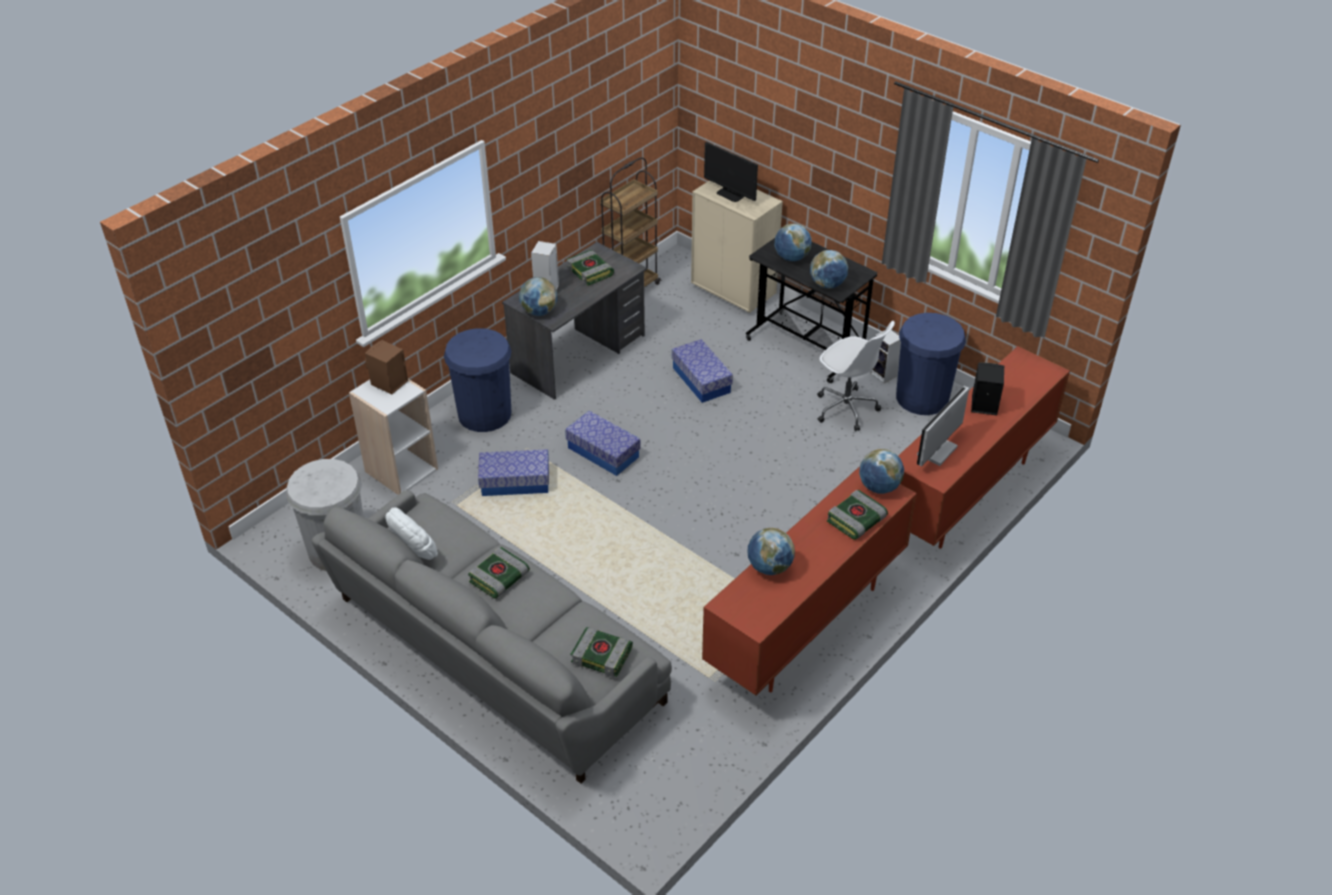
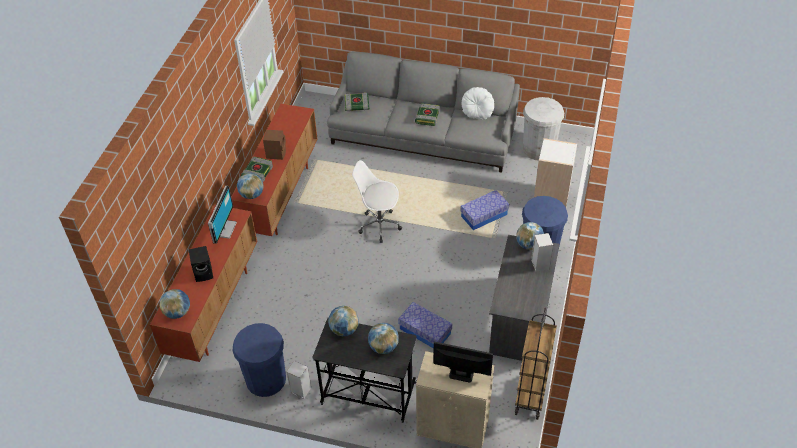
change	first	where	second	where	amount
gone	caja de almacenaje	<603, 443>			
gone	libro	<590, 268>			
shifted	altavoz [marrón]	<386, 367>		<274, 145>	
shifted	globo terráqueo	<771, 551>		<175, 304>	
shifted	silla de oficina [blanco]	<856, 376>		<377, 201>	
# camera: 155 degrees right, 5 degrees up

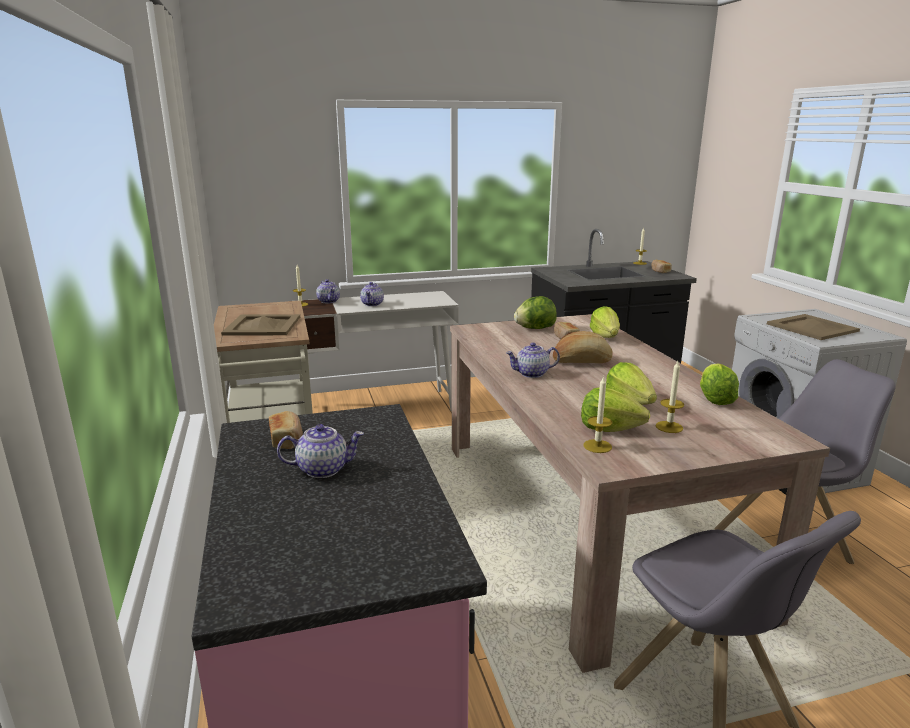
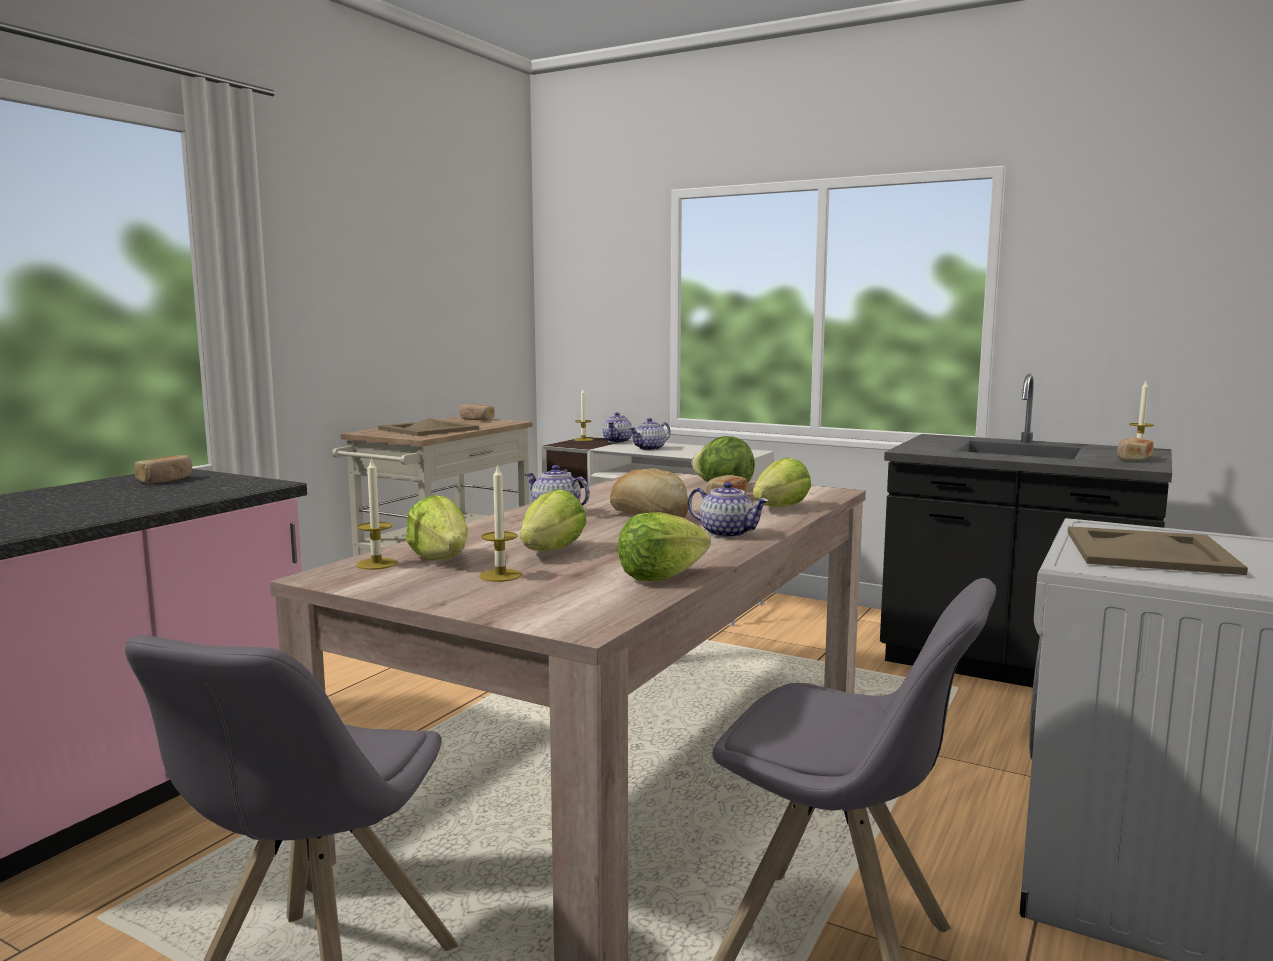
change	first	where	second	where	amount
new			pan	<477, 412>	
shifted	tetera	<320, 451>		<728, 510>	
# camera: 45 degrees right, 10 degrees down

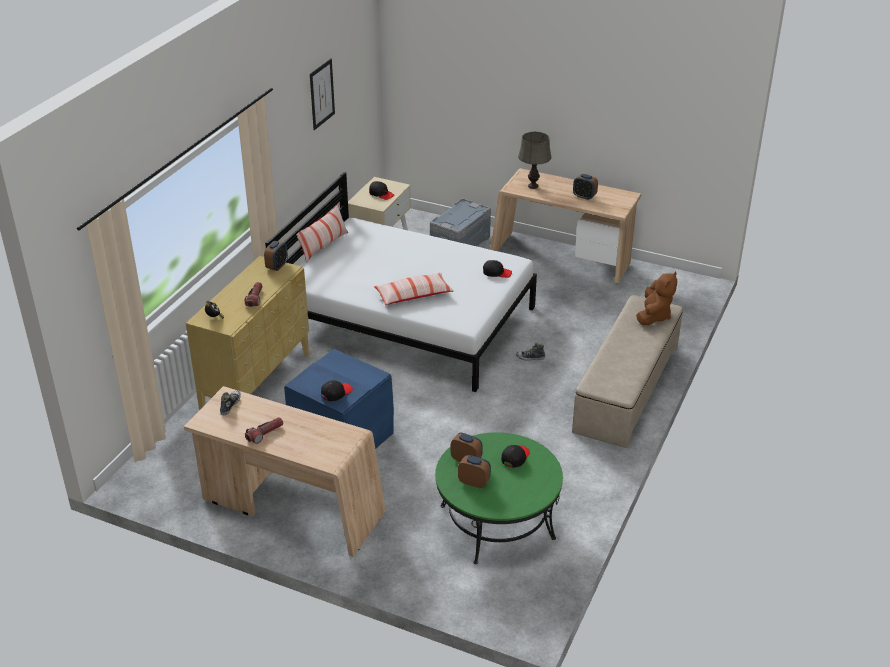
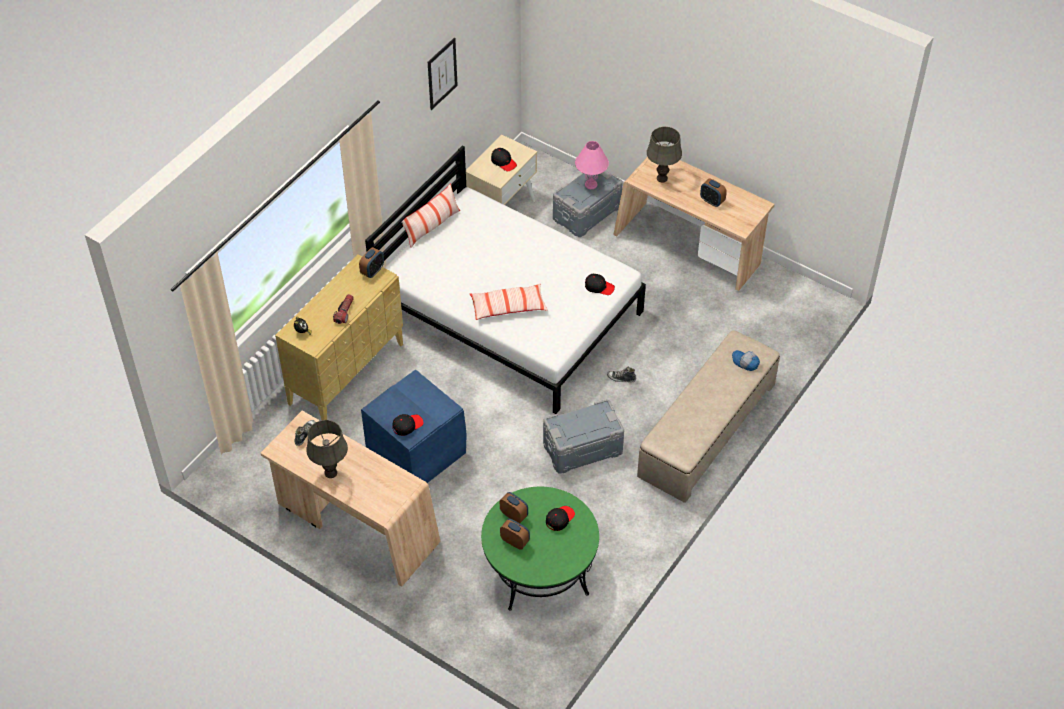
change	first	where	second	where	amount
new			caja de almacenaje [gris]	<583, 436>	
new			lámpara de mesa [rosa]	<592, 165>	
swapped	linterna	<264, 430>	lámpara de mesa [gris]	<327, 449>	
swapped	peluche [marrón]	<656, 298>	gorra	<746, 360>	
# camera: 10 degrees right, 15 degrees up

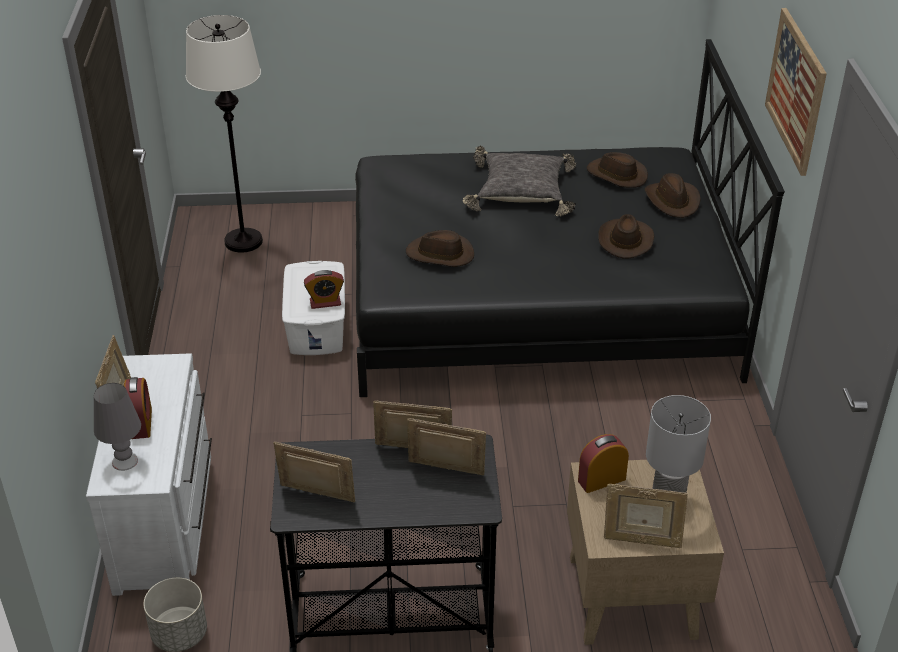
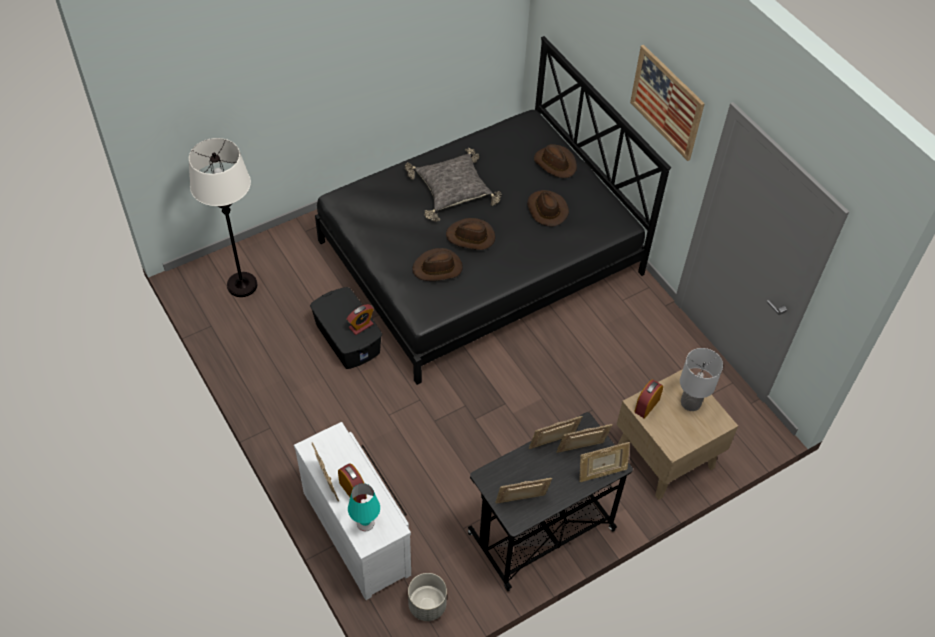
change	first	where	second	where	amount
shifted	sombrero [marrón]	<617, 170>		<470, 234>	
shifted	portarretratos	<646, 516>		<604, 462>	
repainted	lámpara de mesa [gris]	<117, 427>	lámpara de mesa [turquesa]	<364, 507>	
repainted	caja de almacenaje [blanco]	<313, 308>	caja de almacenaje [negro]	<346, 328>	
# camera: 30 degrees left, 15 degrees up

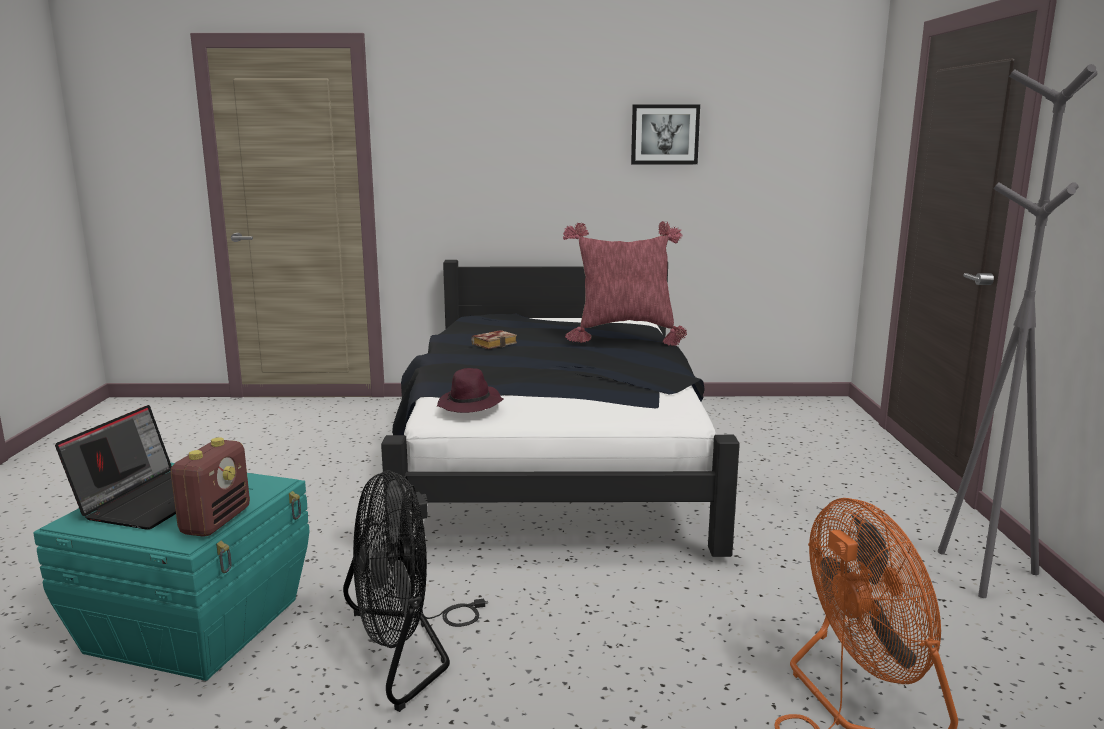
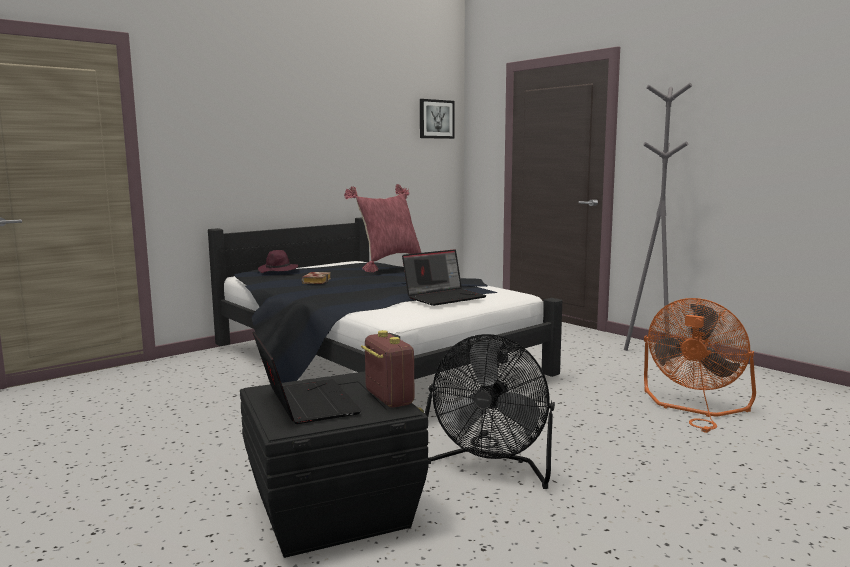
change	first	where	second	where	amount
new			portátil	<444, 277>	
shifted	sombrero [morado]	<470, 390>		<278, 261>	
shifted	cuadro	<665, 134>		<437, 119>	
repainted	caja de almacenaje [turquesa]	<171, 571>	caja de almacenaje [negro]	<334, 464>	
# camera: 40 degrees left, 5 degrees down

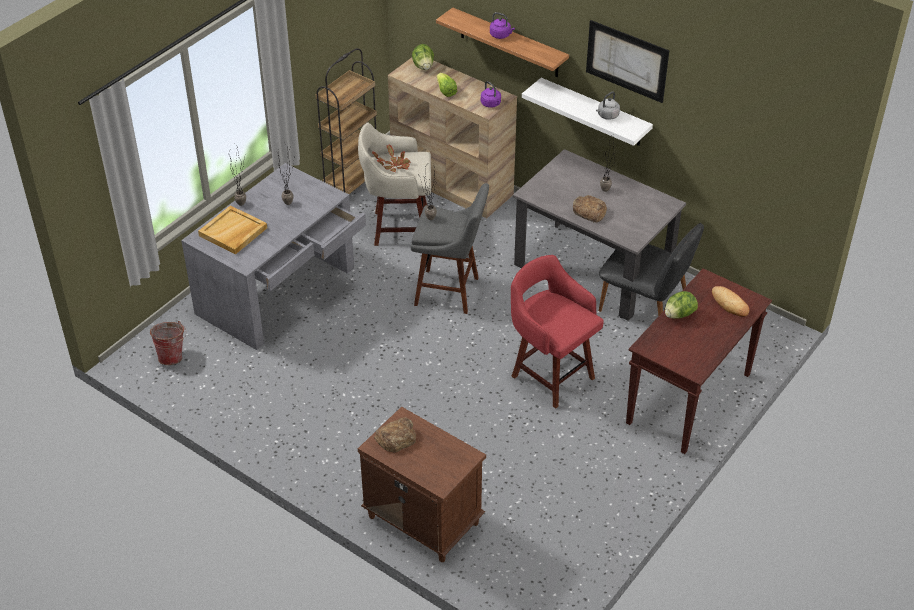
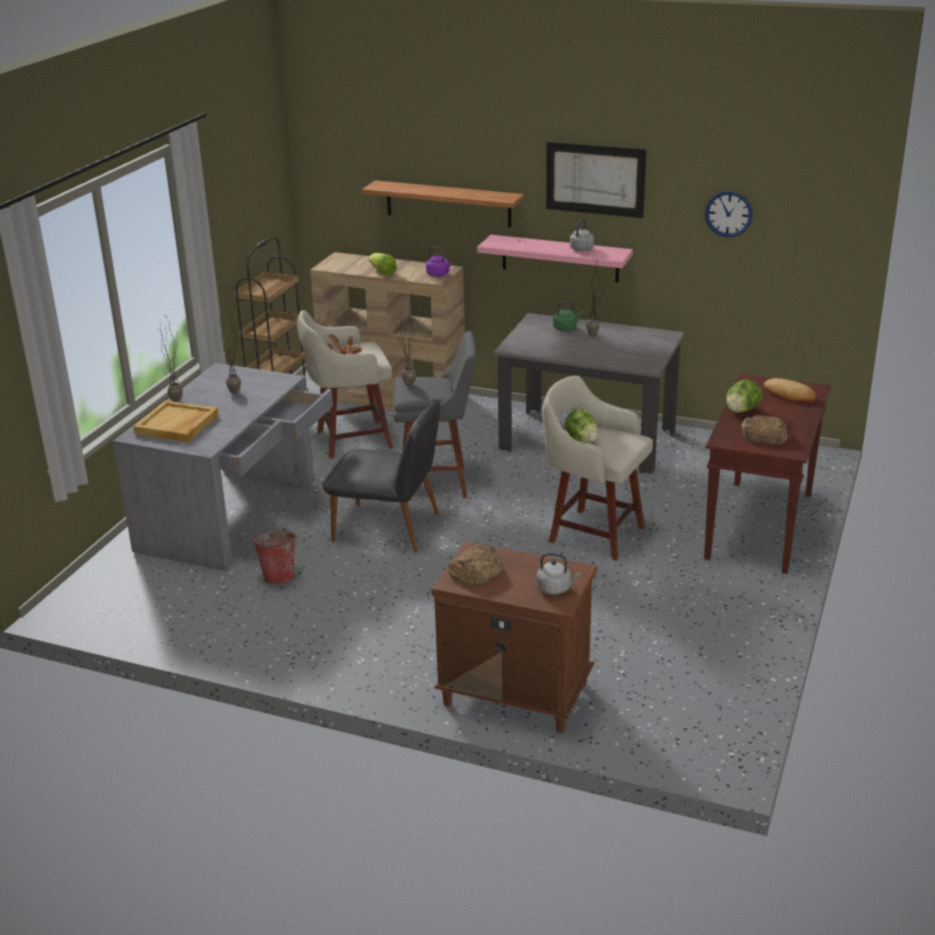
change	first	where	second	where	amount
gone	hervidor [morado]	<502, 25>			
new			hervidor [gris]	<558, 574>	
new			hervidor [verde]	<568, 316>	
new			reloj de pared	<729, 214>	
shifted	cubo	<168, 343>		<275, 556>	
shifted	lechuga	<423, 57>		<581, 426>	
shifted	pan	<590, 209>		<764, 430>	
shifted	silla [negro]	<651, 269>		<381, 476>	
repainted	taburete [rojo]	<557, 332>	taburete [beis]	<597, 468>	
repainted	estante [blanco]	<587, 112>	estante [rosa]	<555, 258>	
# camera: 15 degrees left, 15 degrees down

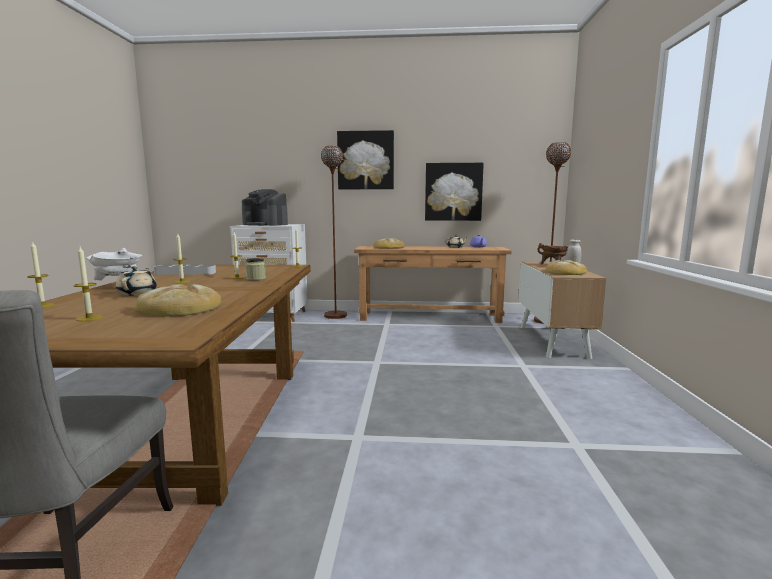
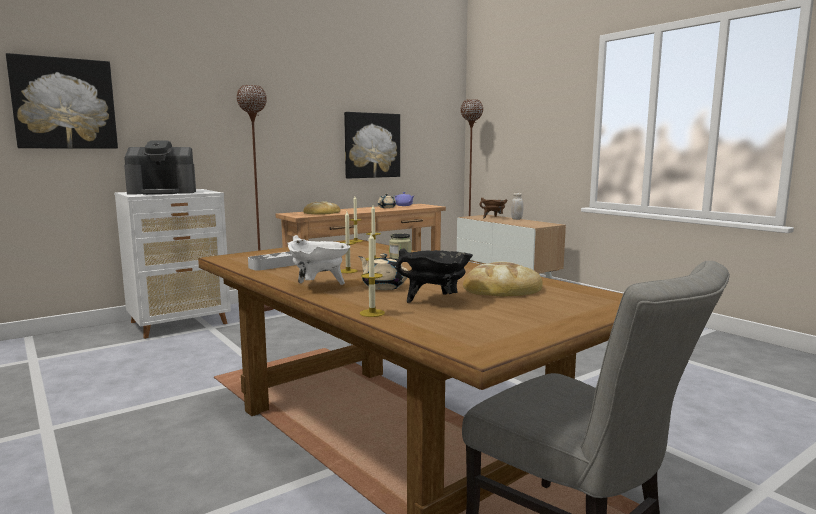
change	first	where	second	where	amount
gone	vela	<88, 284>			
gone	pan	<566, 267>			
new			olla [negro]	<434, 275>	
shifted	cuadro	<365, 159>		<62, 101>	
# camera: 40 degrees left, 0 degrees up

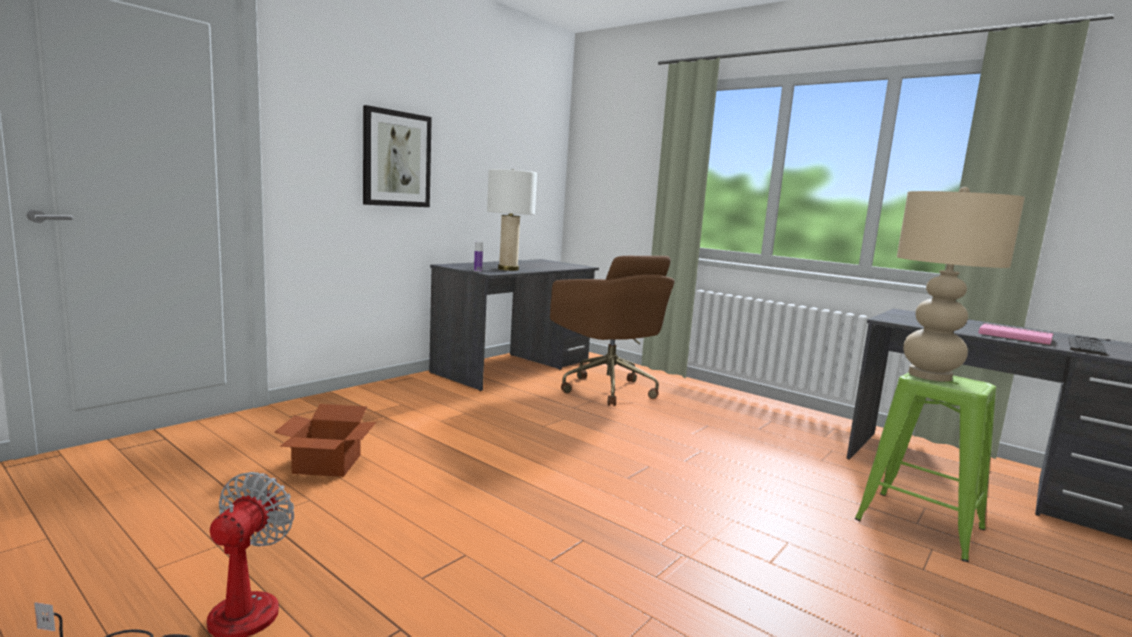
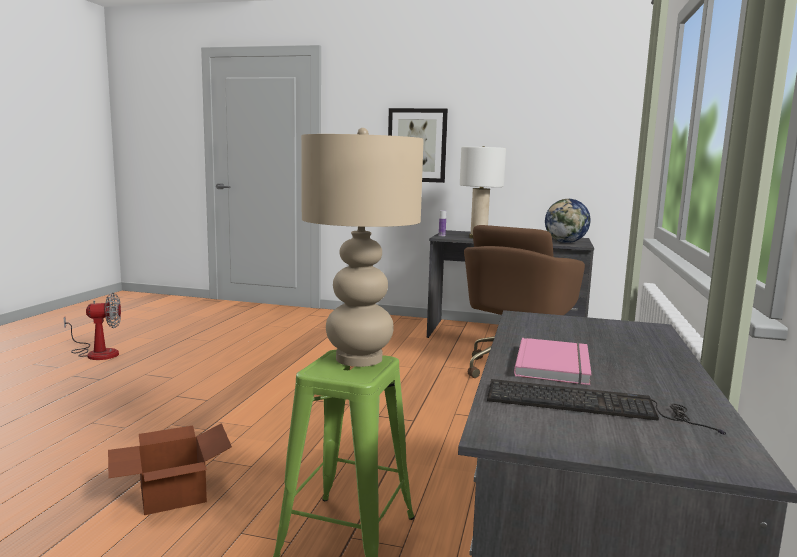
change	first	where	second	where	amount
new			globo terráqueo	<568, 221>	
shifted	caja de cartón	<325, 440>		<170, 469>	
# camera: 65 degrees right, 0 degrees up

